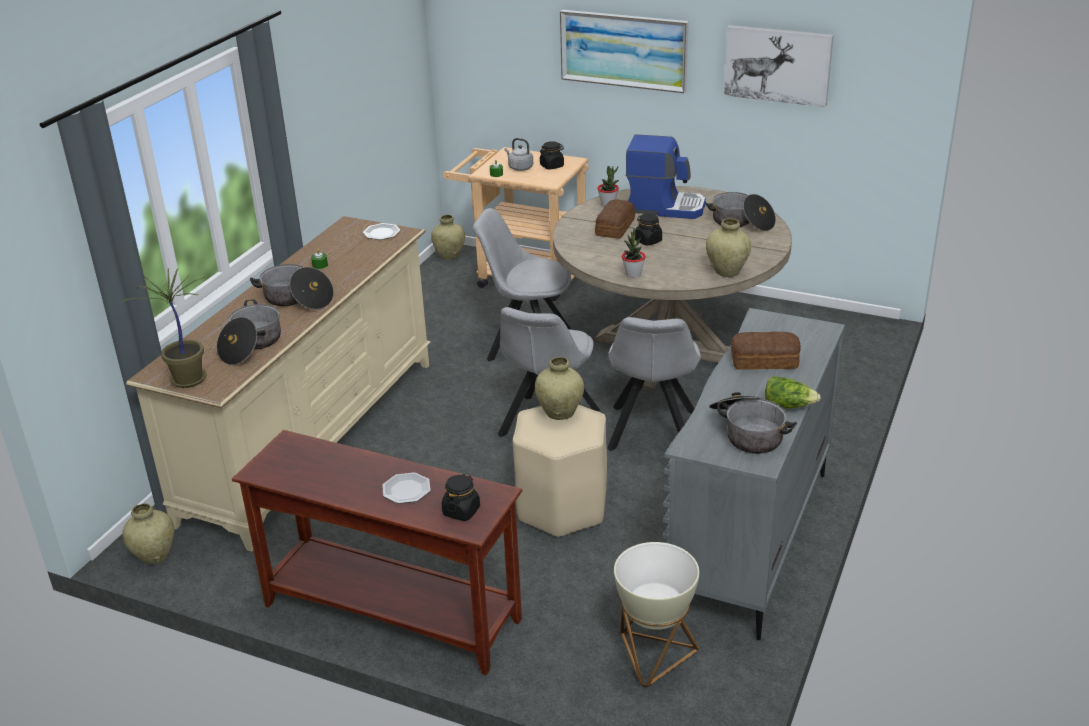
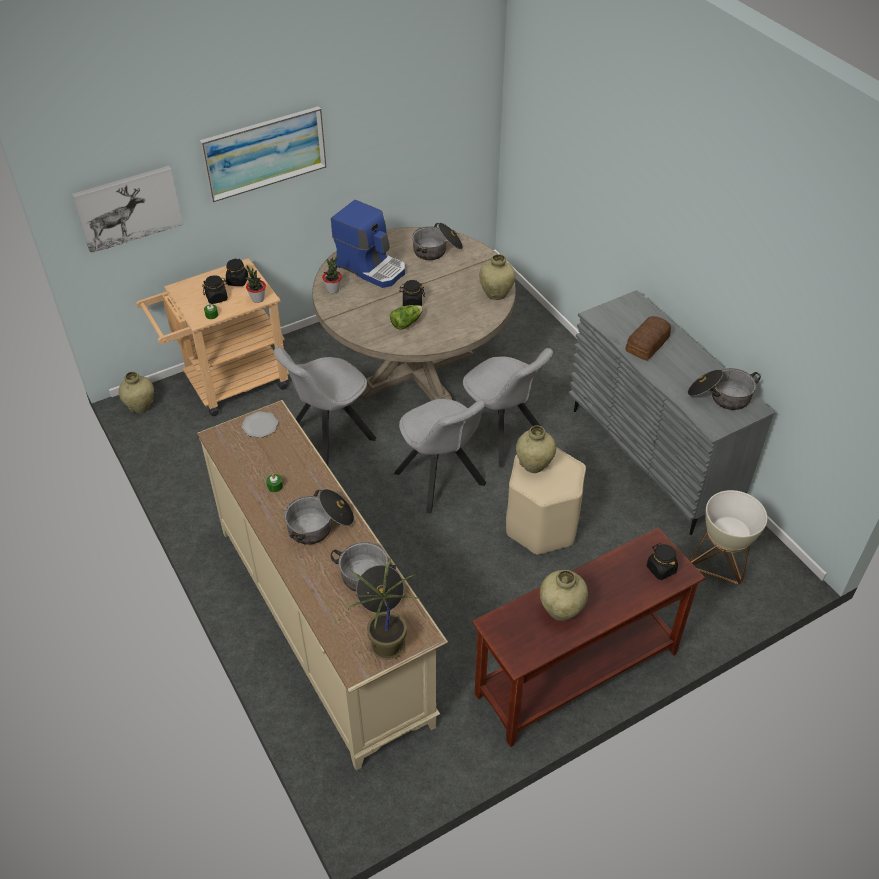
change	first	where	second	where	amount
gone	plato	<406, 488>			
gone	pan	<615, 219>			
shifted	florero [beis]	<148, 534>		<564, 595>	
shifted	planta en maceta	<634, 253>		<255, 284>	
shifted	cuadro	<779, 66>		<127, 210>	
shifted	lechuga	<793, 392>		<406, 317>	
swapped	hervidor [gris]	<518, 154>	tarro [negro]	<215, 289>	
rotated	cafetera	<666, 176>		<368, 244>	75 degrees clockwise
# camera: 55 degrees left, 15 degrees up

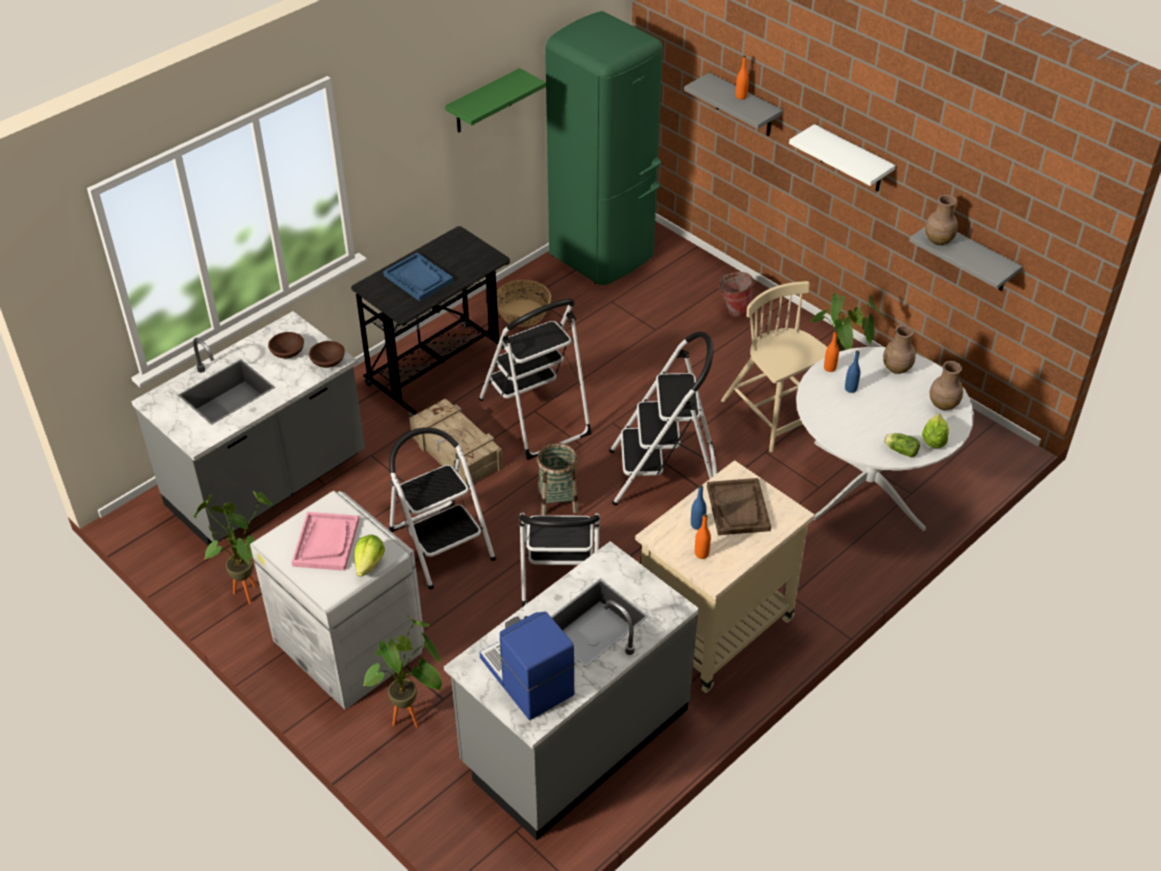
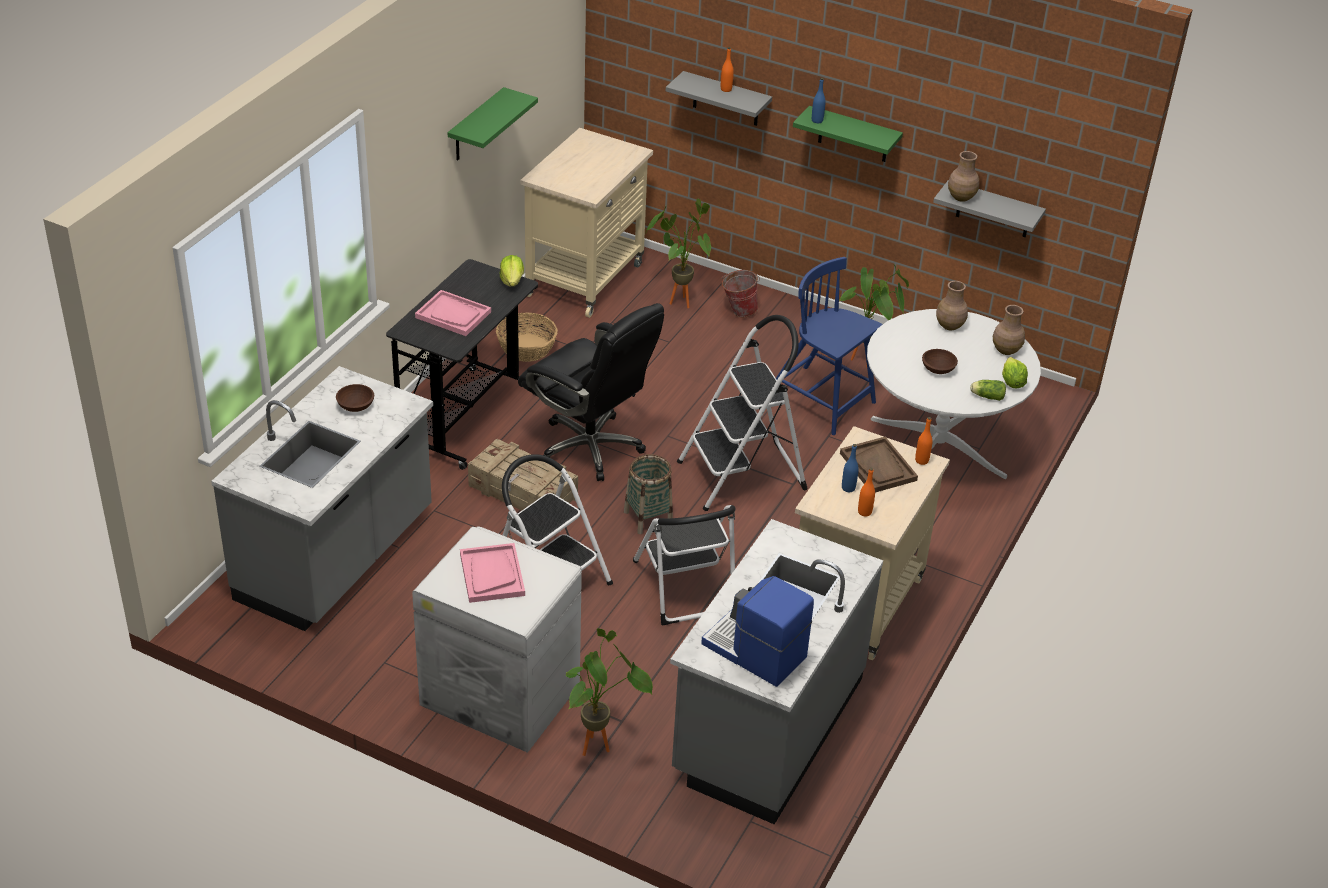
change	first	where	second	where	amount
shifted	planta en maceta	<232, 547>		<678, 253>	
shifted	cuenco [marrón]	<327, 354>		<940, 361>	
shifted	lechuga	<370, 555>		<512, 271>	
shifted	botella [naranja]	<831, 351>		<923, 441>	
shifted	botella [azul]	<852, 372>		<819, 100>	
swapped	escalera de tijera	<535, 379>	silla de oficina [negro]	<591, 392>	
swapped	nevera [verde]	<604, 148>	carrito [beis]	<586, 223>	
repainted	bandeja [azul]	<418, 277>	bandeja [rosa]	<453, 313>	
repainted	silla [beis]	<774, 366>	silla [azul]	<829, 346>	
repainted	estante [blanco]	<842, 157>	estante [verde]	<848, 134>	
# camera: 20 degrees left, 5 degrees down

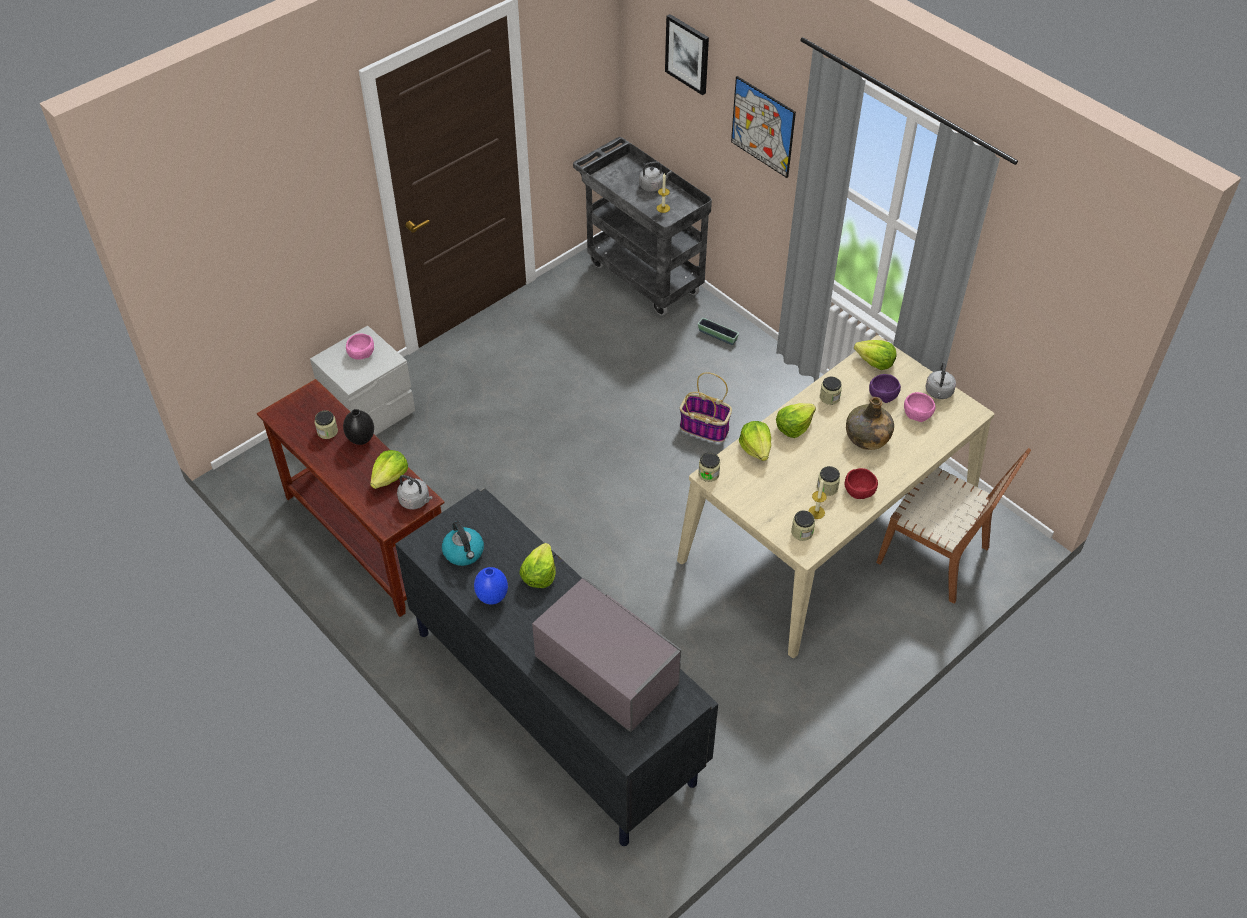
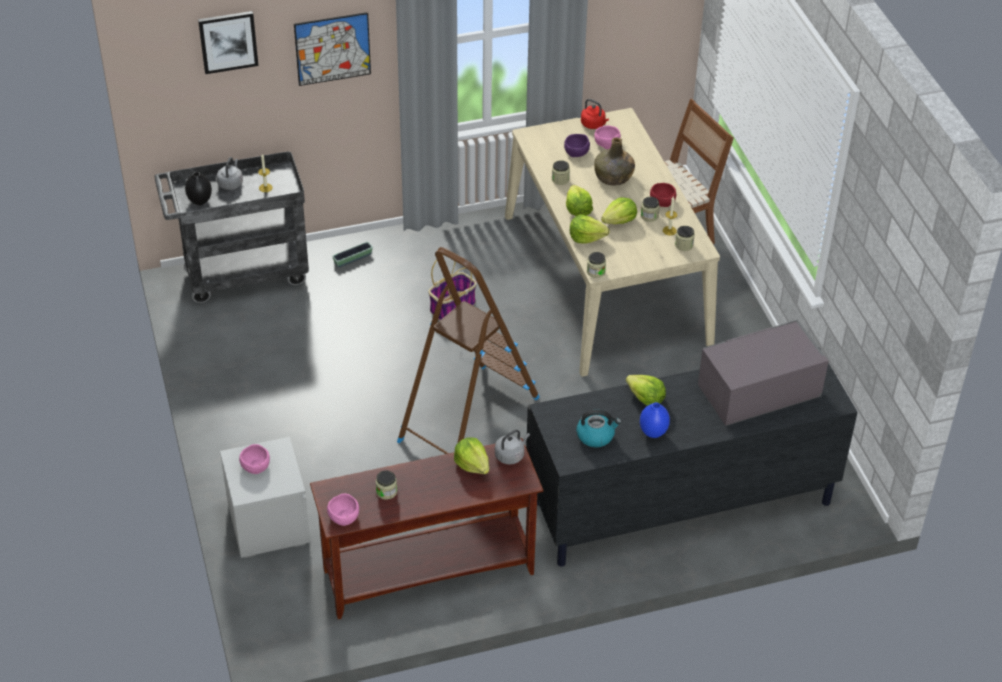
change	first	where	second	where	amount
new			cuenco [rosa]	<343, 510>	
new			escalera de tijera [marrón]	<468, 350>	
shifted	florero [negro]	<358, 427>		<198, 188>	
shifted	lechuga	<875, 355>		<619, 210>	
repainted	hervidor [gris]	<940, 380>	hervidor [rojo]	<595, 114>	
# camera: 65 degrees left, 5 degrees down

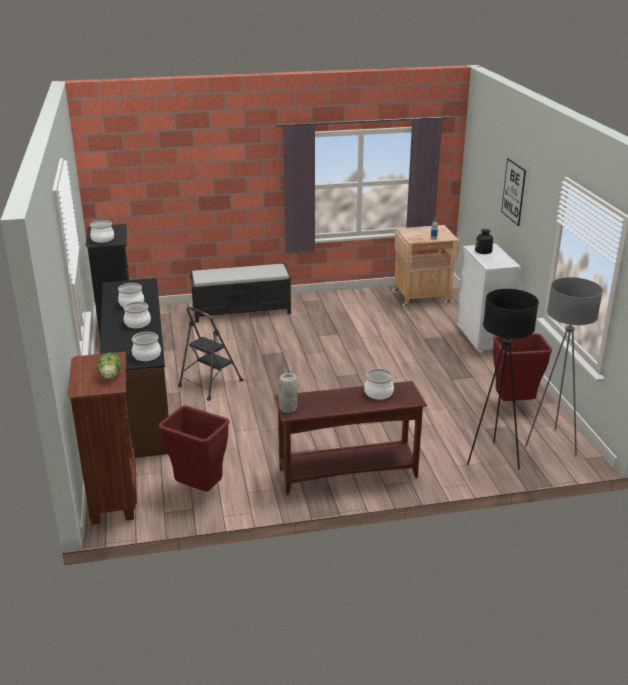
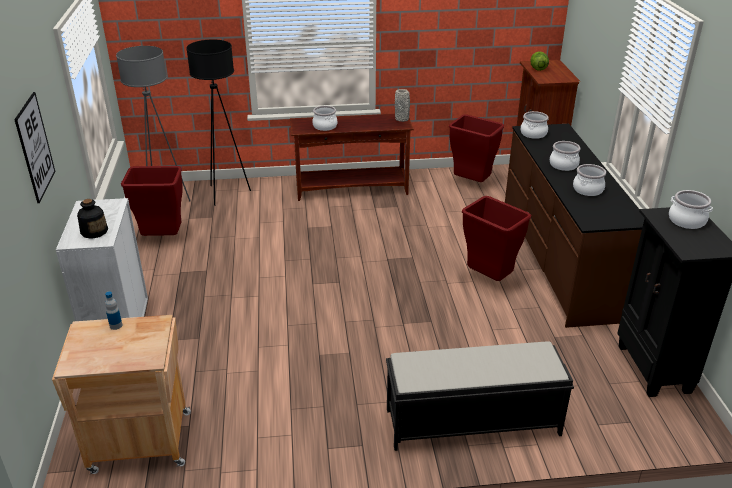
change	first	where	second	where	amount
swapped	escalera de tijera [negro]	<211, 354>	papelera [rojo]	<496, 238>	
# camera: 175 degrees left, 5 degrees up

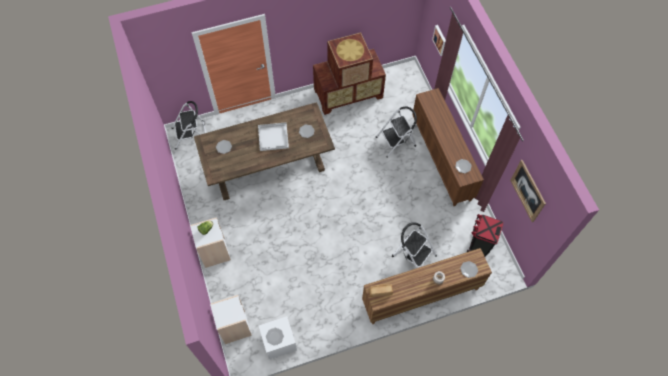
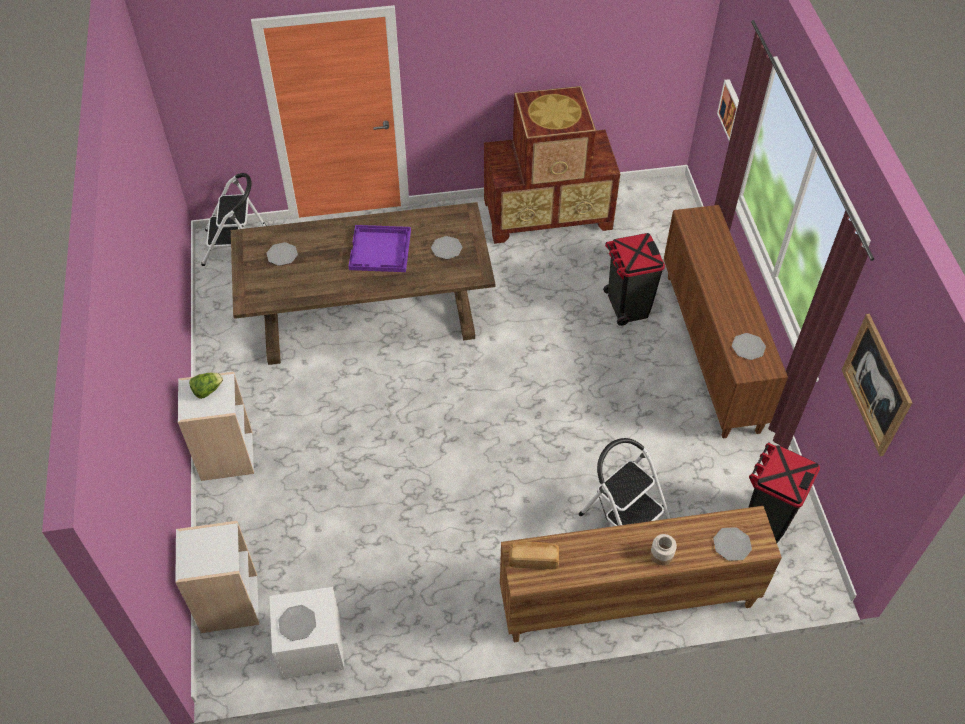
change	first	where	second	where	amount
swapped	escalera de tijera	<396, 132>	papelera [negro]	<634, 279>	
repainted	bandeja [blanco]	<273, 136>	bandeja [morado]	<379, 248>	
# camera: 10 degrees right, 10 degrees down

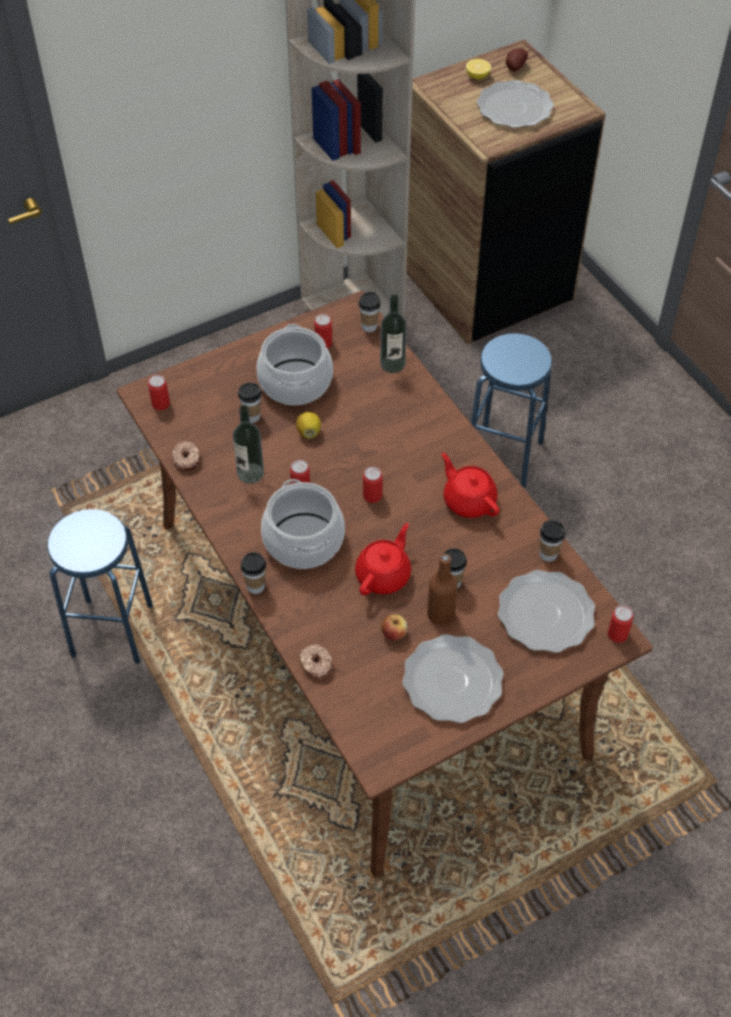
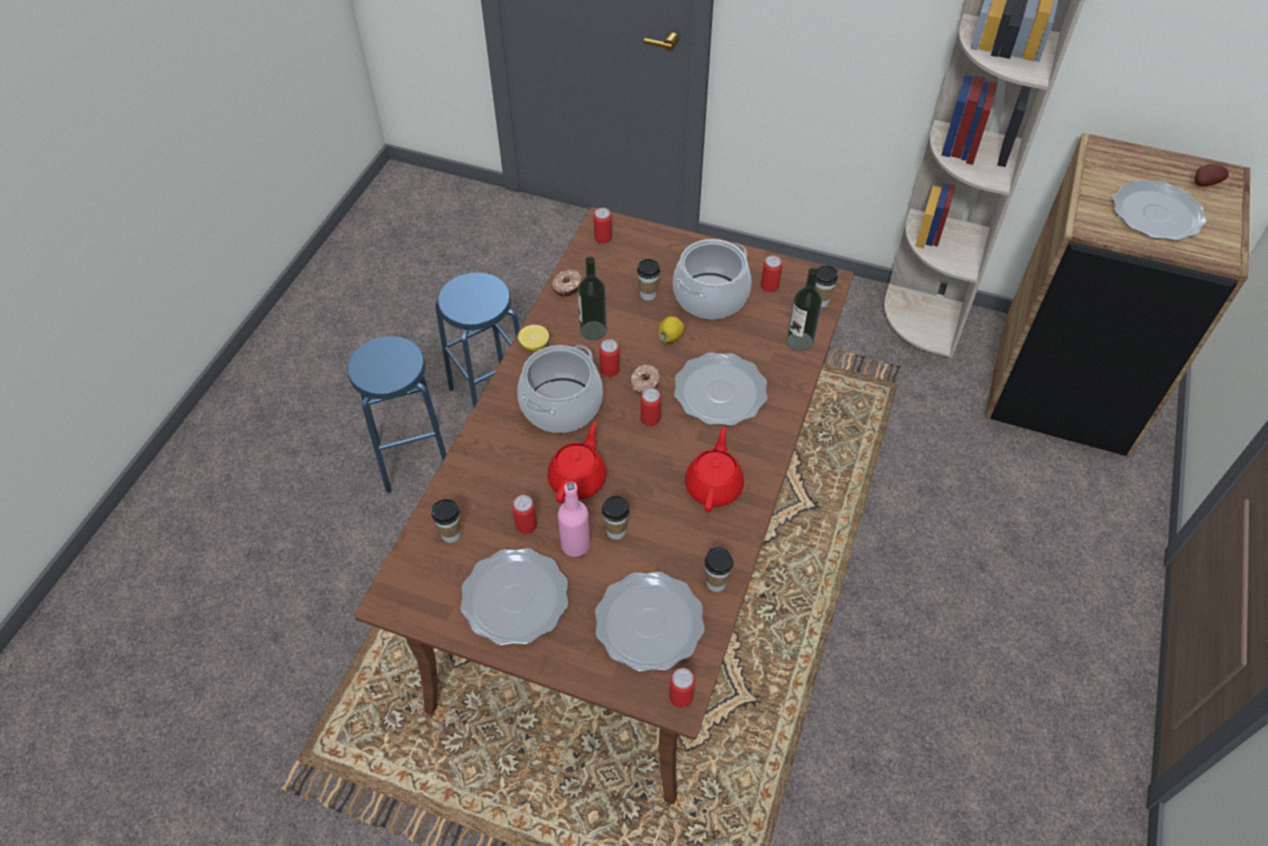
change	first	where	second	where	amount
new			plato	<720, 389>	
shifted	taza	<253, 573>		<446, 521>	
shifted	rosquilla	<316, 661>		<645, 379>	
shifted	limón	<478, 69>		<533, 338>	
shifted	taburete [azul]	<511, 410>		<397, 414>	
swapped	manzana	<394, 627>	lata	<524, 514>	
repainted	botella [marrón]	<442, 589>	botella [rosa]	<574, 519>	
rotated	tetera [rojo]	<383, 559>		<576, 463>	60 degrees counterclockwise
# camera: 50 degrees right, 0 degrees up

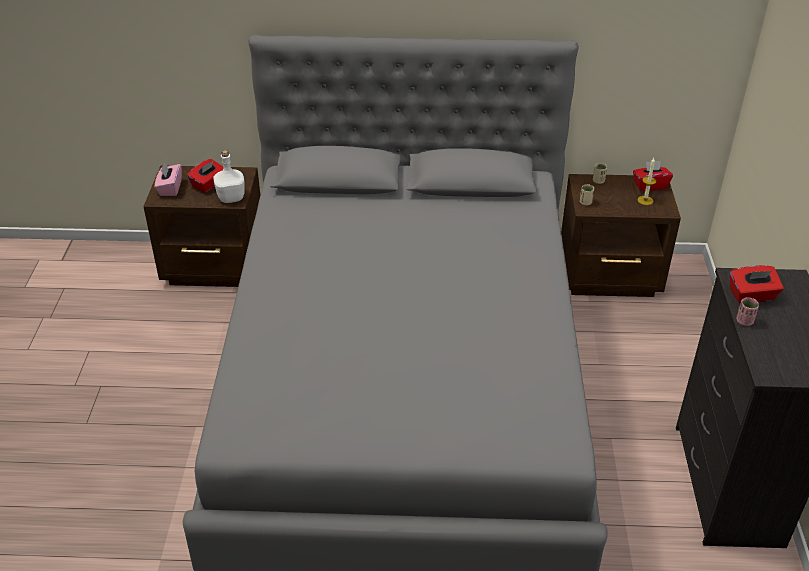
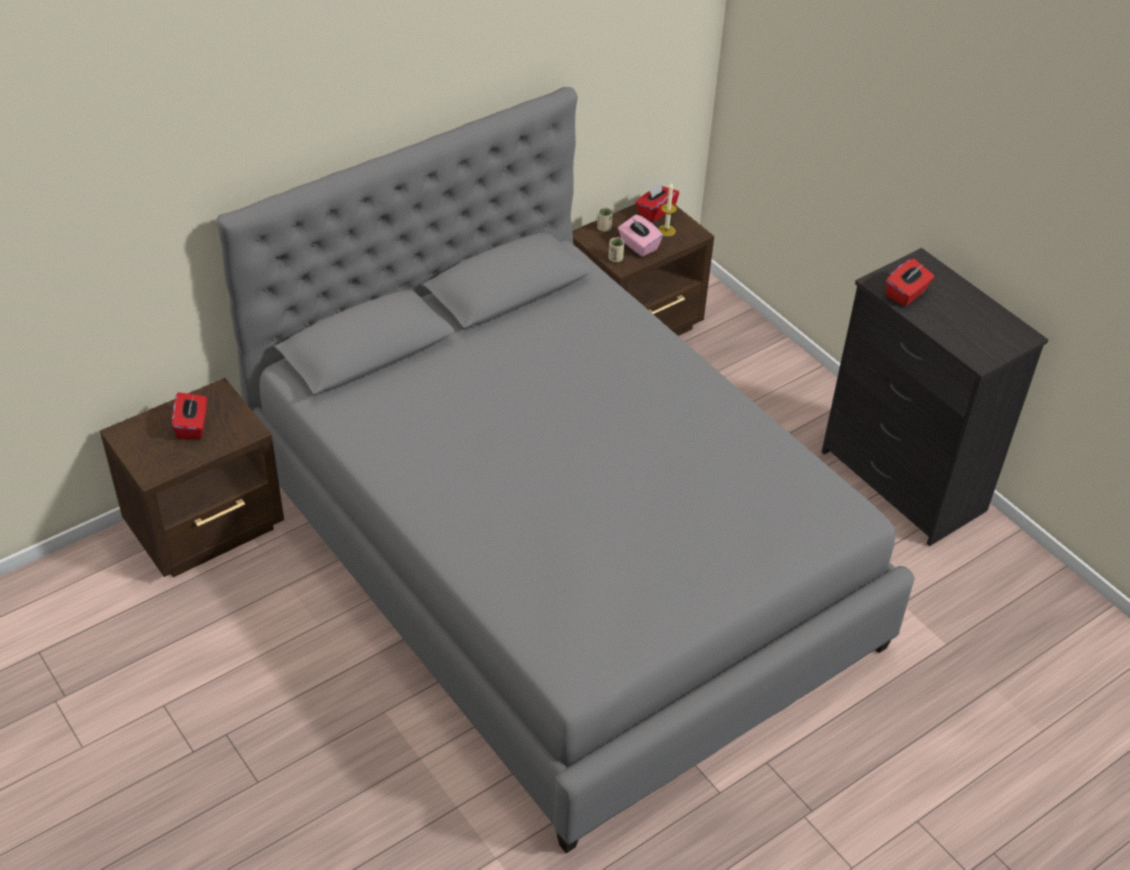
change	first	where	second	where	amount
gone	botella [blanco]	<229, 176>			
gone	taza [rosa]	<748, 312>			
shifted	caja de pañuelos [rosa]	<168, 179>		<640, 236>	
# camera: 40 degrees left, 5 degrees up

